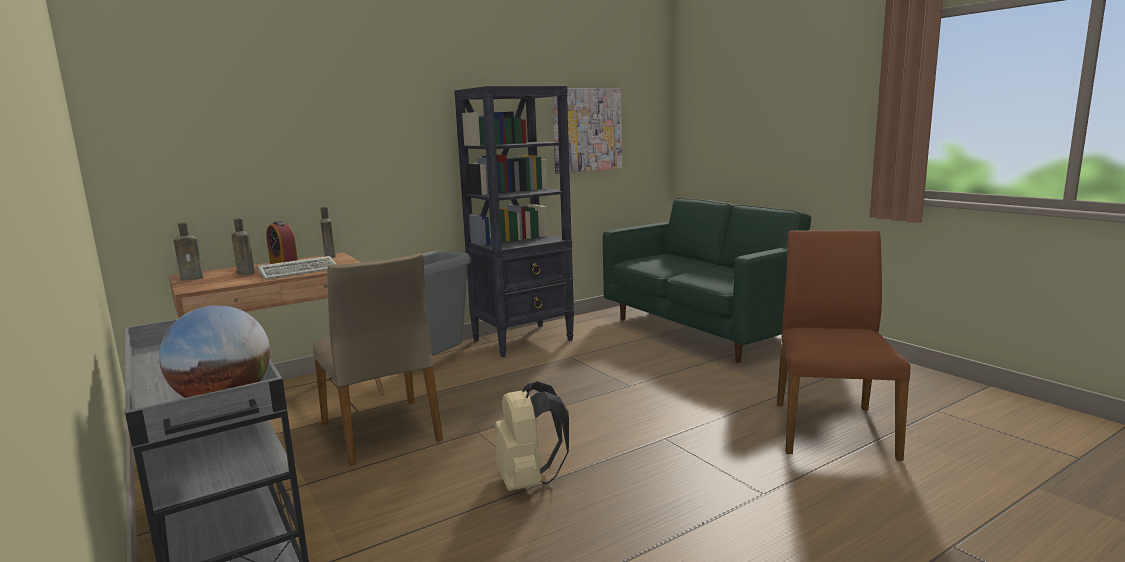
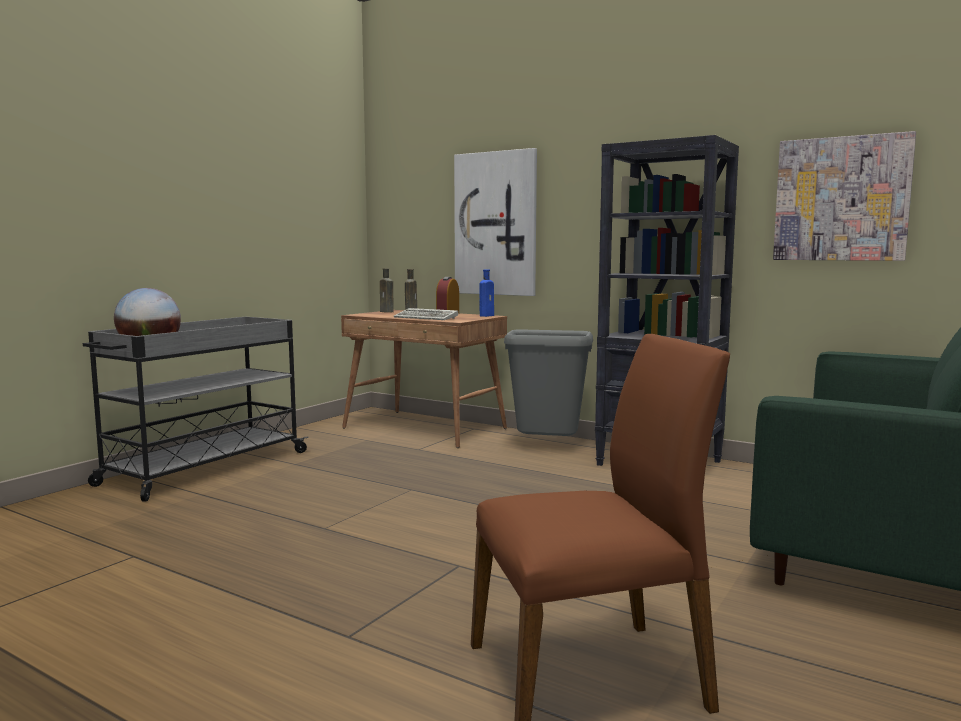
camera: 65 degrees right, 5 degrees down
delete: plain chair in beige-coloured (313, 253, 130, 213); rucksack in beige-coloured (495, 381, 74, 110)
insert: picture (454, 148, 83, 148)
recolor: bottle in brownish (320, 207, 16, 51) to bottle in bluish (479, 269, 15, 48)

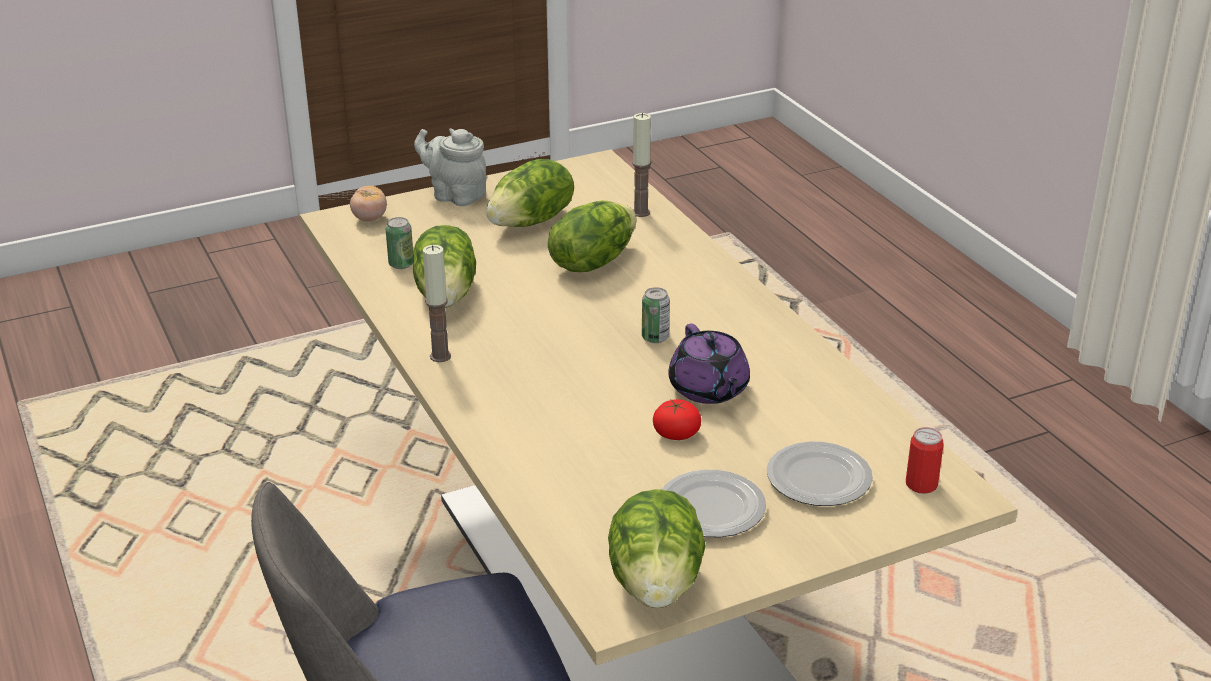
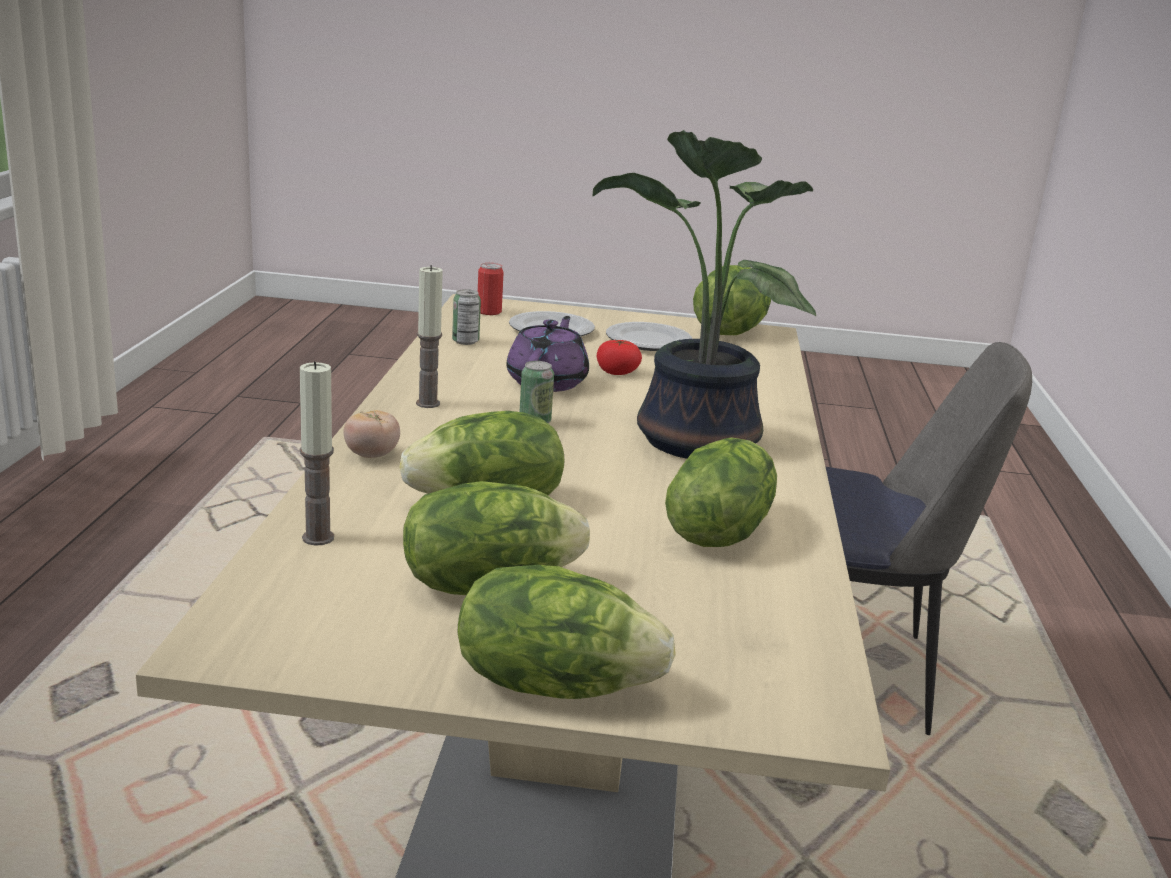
camera: 150 degrees left, 10 degrees down
insert: potted plant (592, 130, 224, 329)
move: fresh tomato (350, 186, 37, 36) to (343, 410, 57, 48); metal can (386, 217, 27, 52) to (452, 289, 29, 56); candle (423, 245, 28, 117) to (416, 265, 27, 143)
replace: teapot in grey (414, 129, 73, 77) to lettuce head (458, 565, 218, 134)

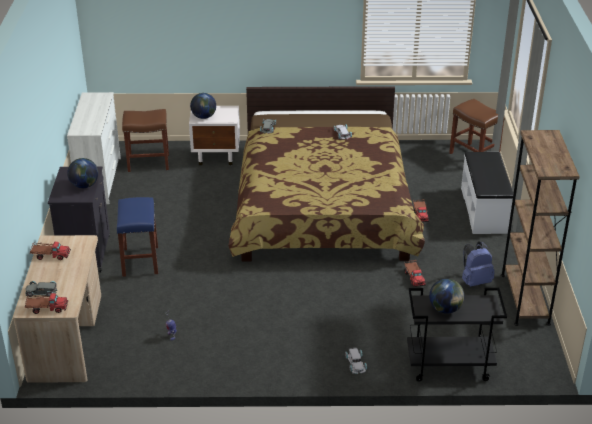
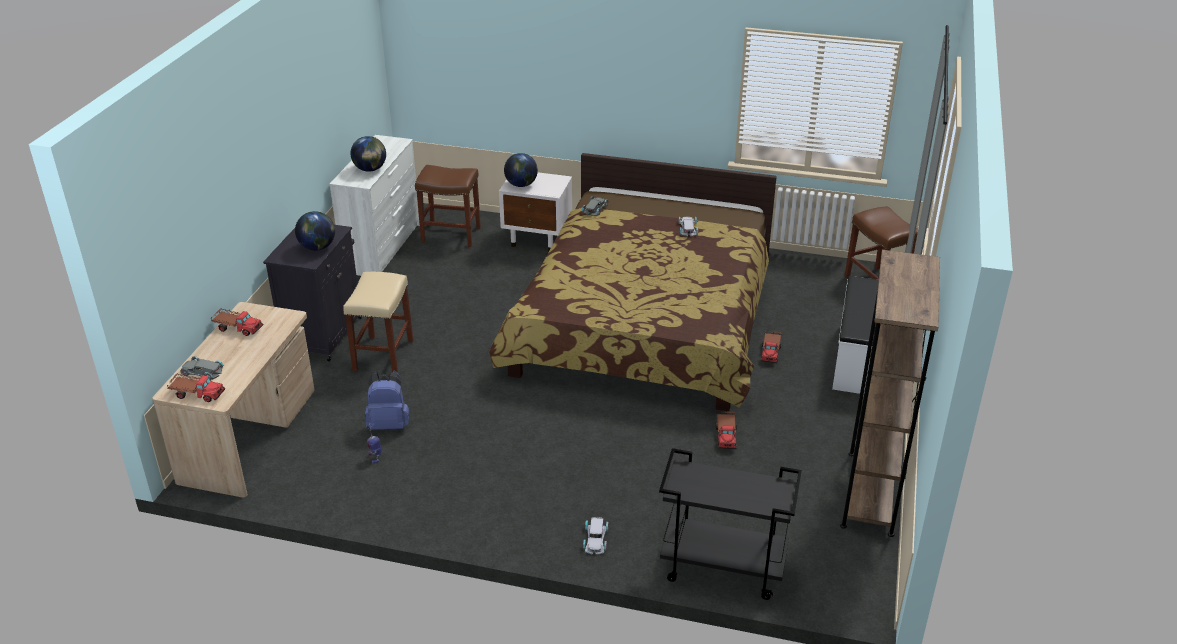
camera: 15 degrees right, 0 degrees up
move: globe (429, 279, 36, 35) to (351, 136, 35, 36); rucksack in bluish (462, 241, 33, 46) to (365, 371, 44, 59)
recolor: stool seat in bluish (117, 197, 41, 80) to stool seat in beige-coloured (343, 272, 71, 100)

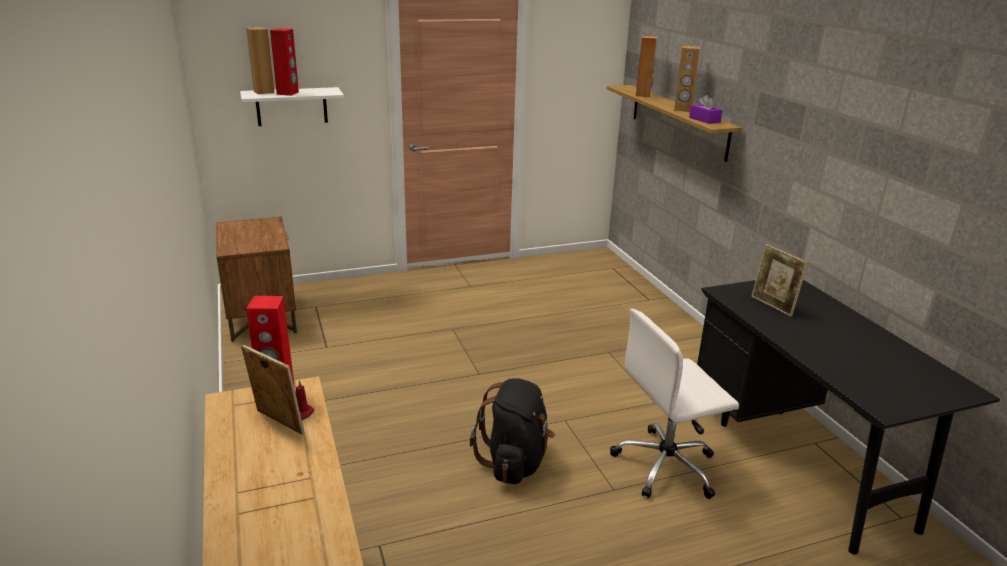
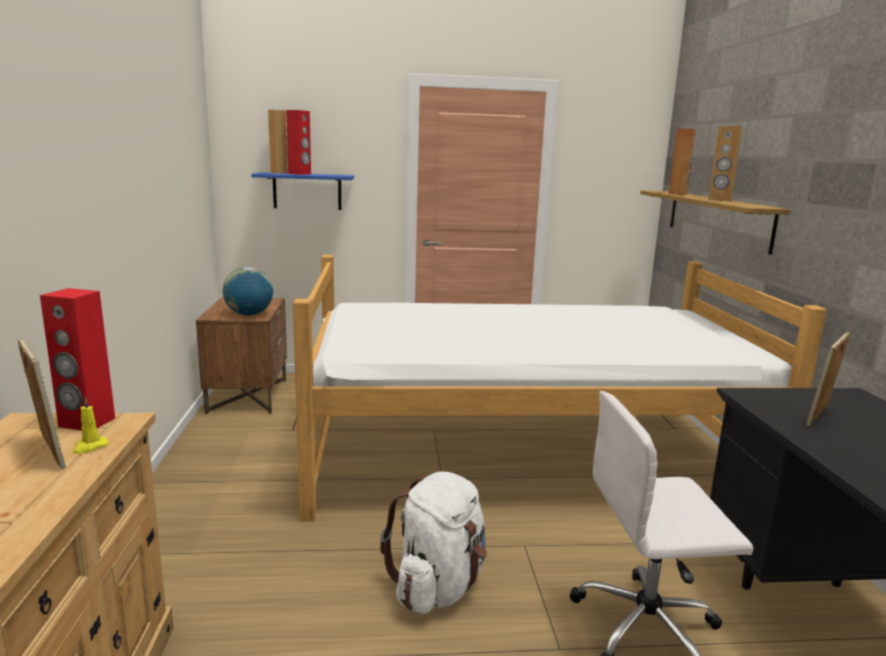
camera: 15 degrees right, 10 degrees down
delete: tissue holder in purple-coloured (689, 95, 33, 29)
insert: globe (223, 267, 50, 48); sleeping bed (293, 255, 534, 266)
recolor: wall shelf in white (240, 87, 104, 39) to wall shelf in bluish (251, 172, 103, 38); candle in red (296, 380, 18, 41) to candle in yellowish (73, 397, 35, 57); rucksack in blackish (470, 378, 85, 106) to rucksack in white (380, 471, 107, 143)
rotate: photo frame (751, 244, 57, 73) = (806, 332, 44, 94) 60 degrees clockwise

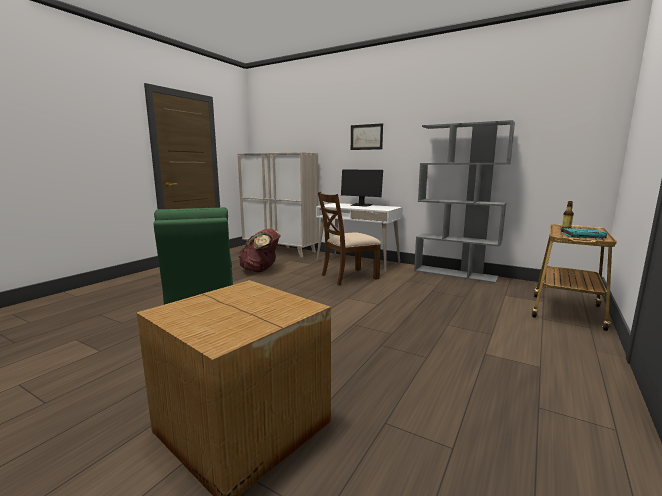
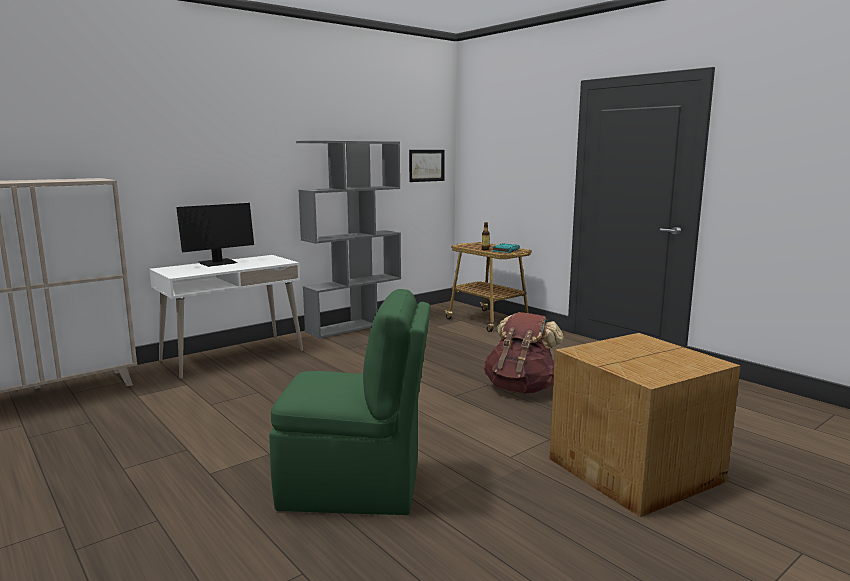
camera: 70 degrees left, 0 degrees up
delete: plain chair in brownish (318, 192, 63, 93)
move: rucksack in brownish (238, 228, 43, 44) to (484, 312, 80, 82); picture (351, 123, 32, 27) to (409, 150, 36, 32)

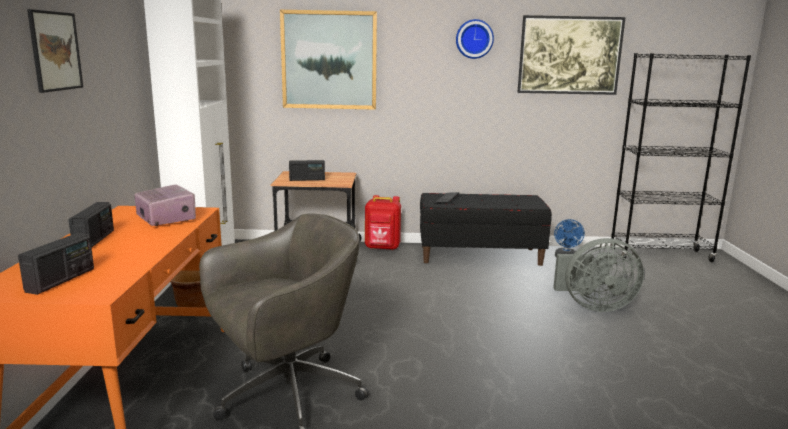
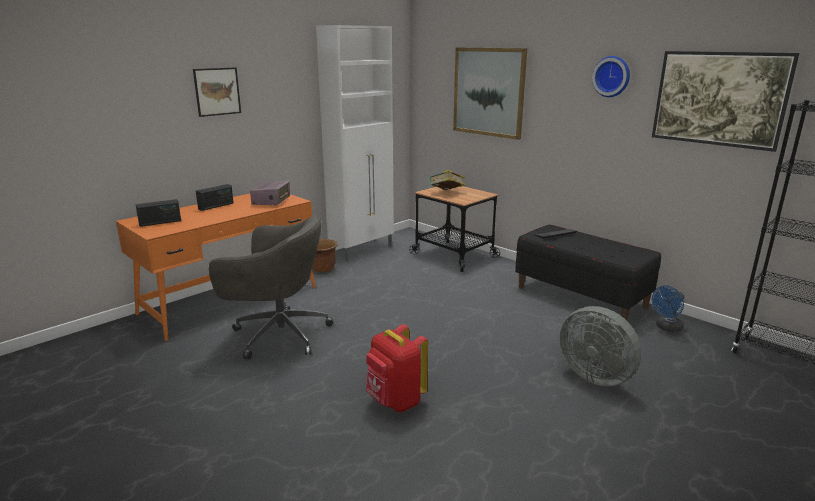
camera: 45 degrees right, 5 degrees up
move: rucksack in red (365, 195, 36, 55) to (366, 324, 62, 88)
replace: radio set (289, 160, 36, 21) to bound book (429, 170, 37, 20)

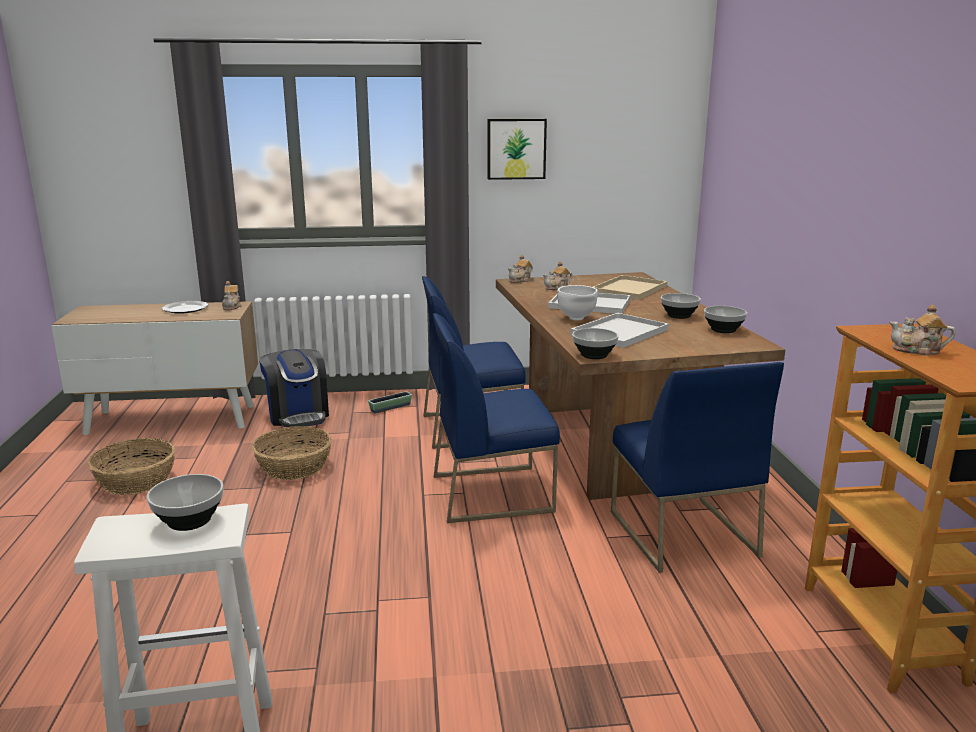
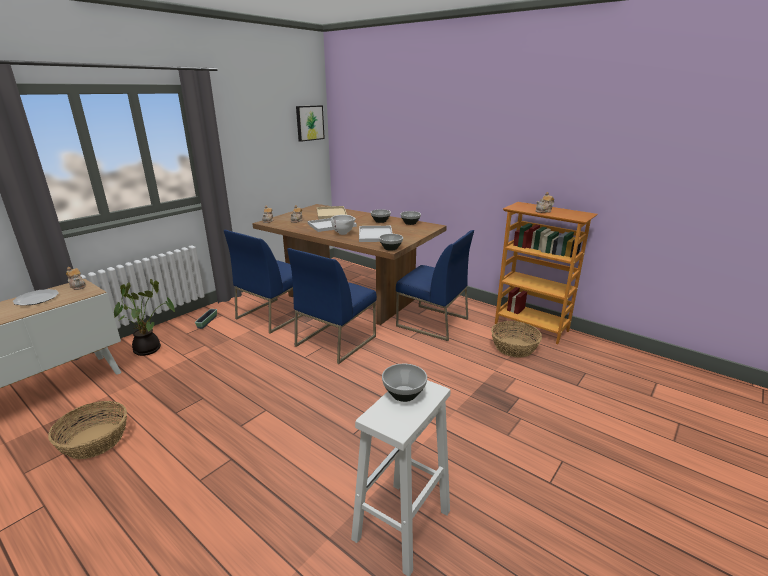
camera: 45 degrees left, 5 degrees up
move: basket (252, 426, 80, 54) to (491, 321, 51, 37); picture (488, 119, 59, 61) to (296, 105, 29, 37)
replace: coffee maker (259, 349, 70, 80) to potted plant (114, 279, 61, 77)

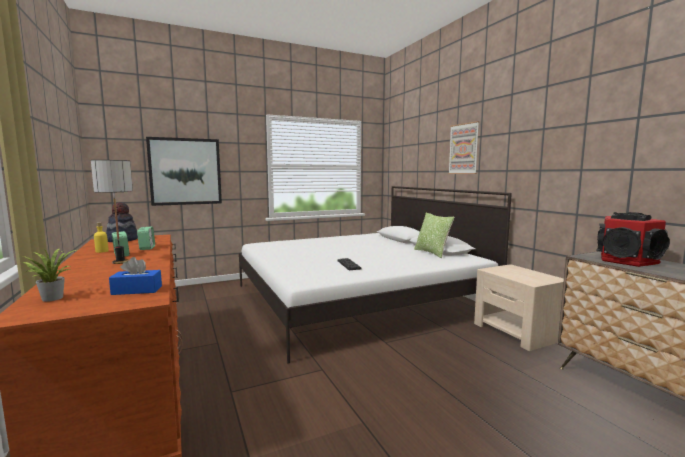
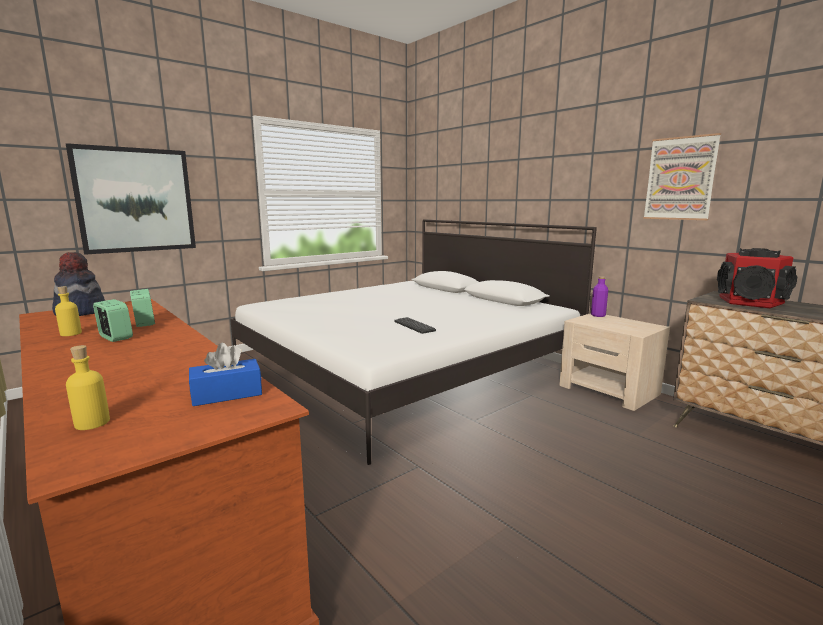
camera: 15 degrees left, 5 degrees up
delete: lamp for a table (91, 160, 42, 104); cushion (414, 213, 40, 45)
insert: bottle in purple-coloured (591, 276, 17, 41)
move: picture (448, 121, 32, 53) to (643, 133, 78, 87)
replace: potted plant (23, 248, 53, 54) to bottle in yellowish (66, 345, 44, 85)

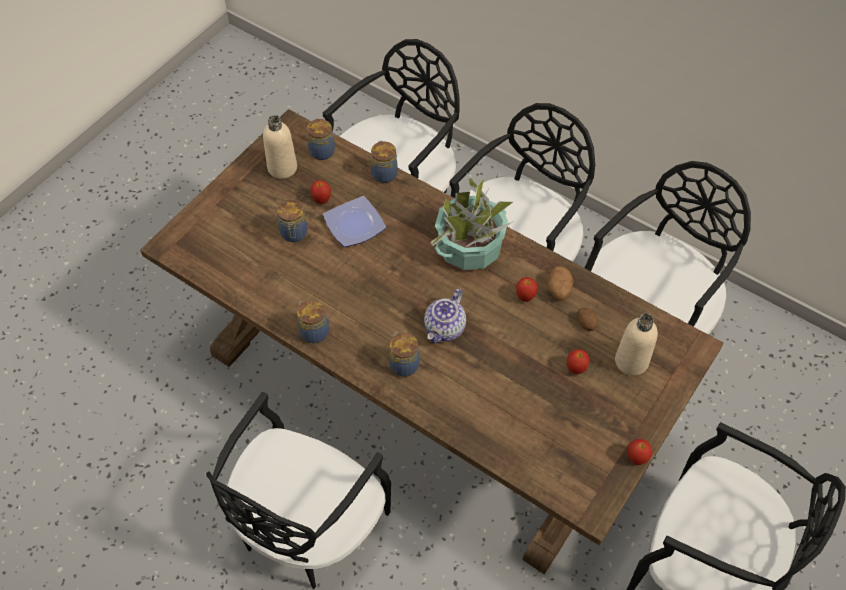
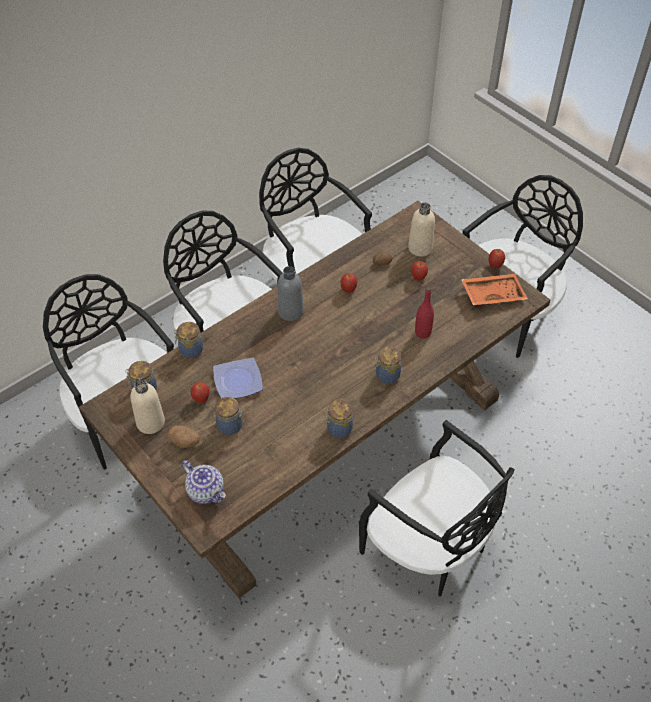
camera: 75 degrees left, 5 degrees down
insert: bottle in red (415, 287, 19, 52); tray in orangey (461, 274, 67, 31)
move: teapot (424, 289, 42, 54) to (181, 460, 45, 44); whole potato (547, 266, 26, 34) to (168, 425, 32, 23)
replace: potted plant (431, 174, 83, 96) to bottle in grey (278, 266, 26, 55)

